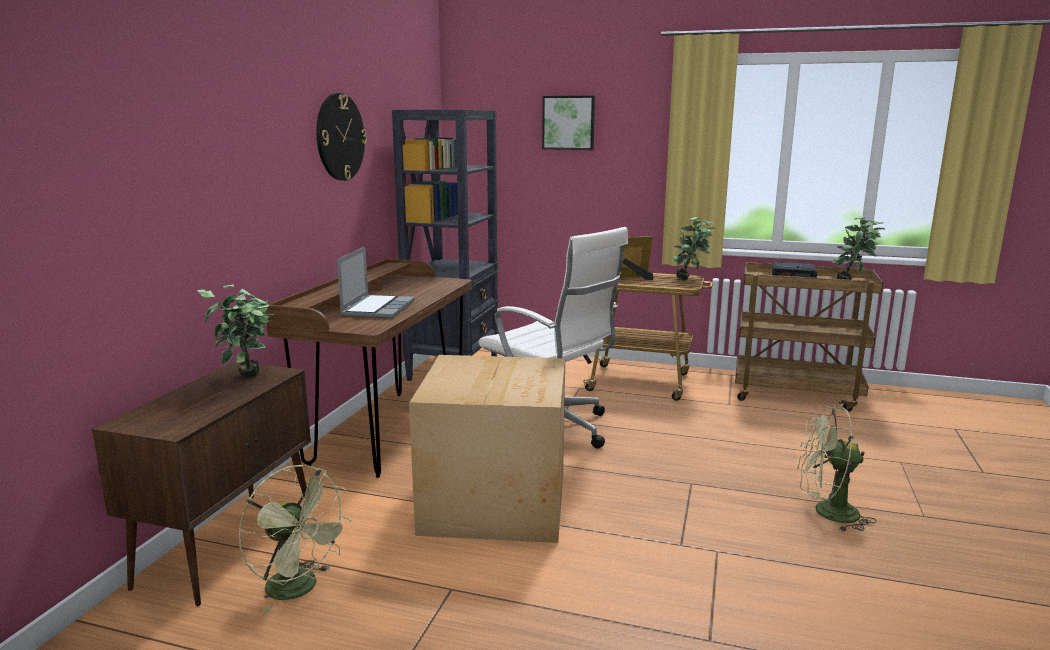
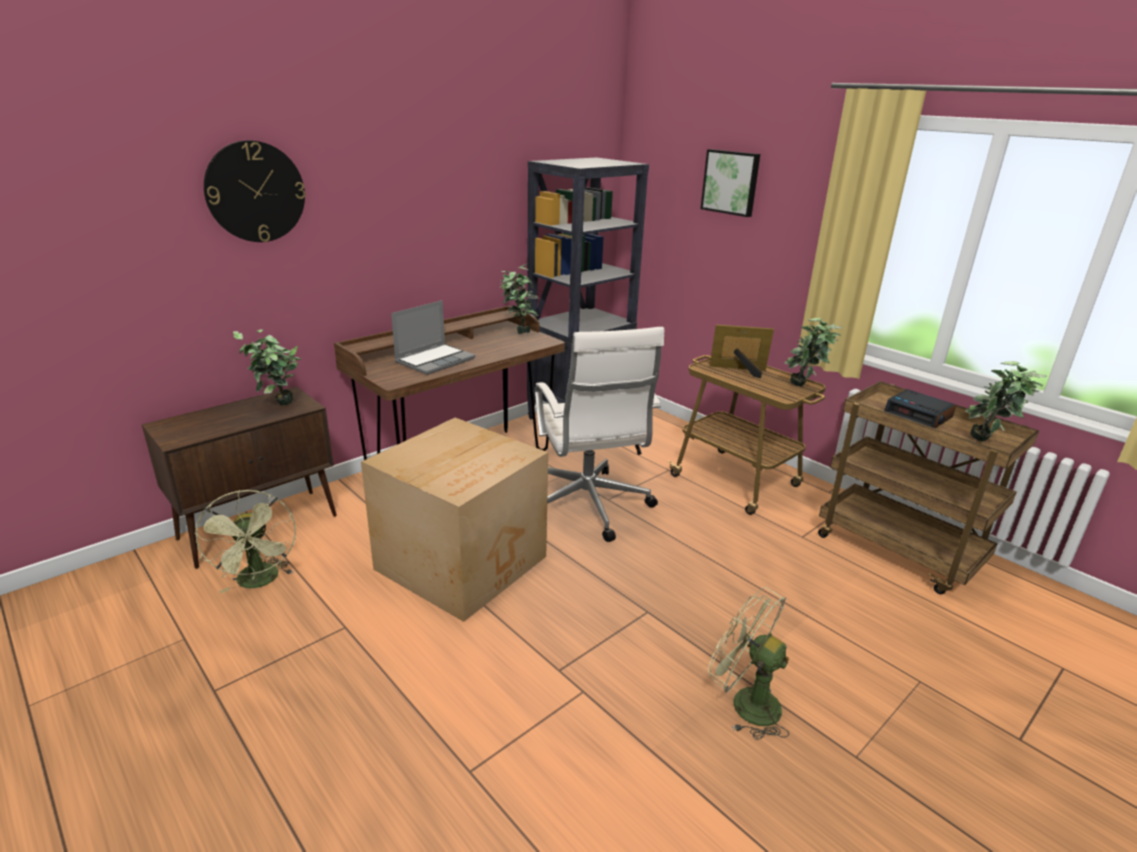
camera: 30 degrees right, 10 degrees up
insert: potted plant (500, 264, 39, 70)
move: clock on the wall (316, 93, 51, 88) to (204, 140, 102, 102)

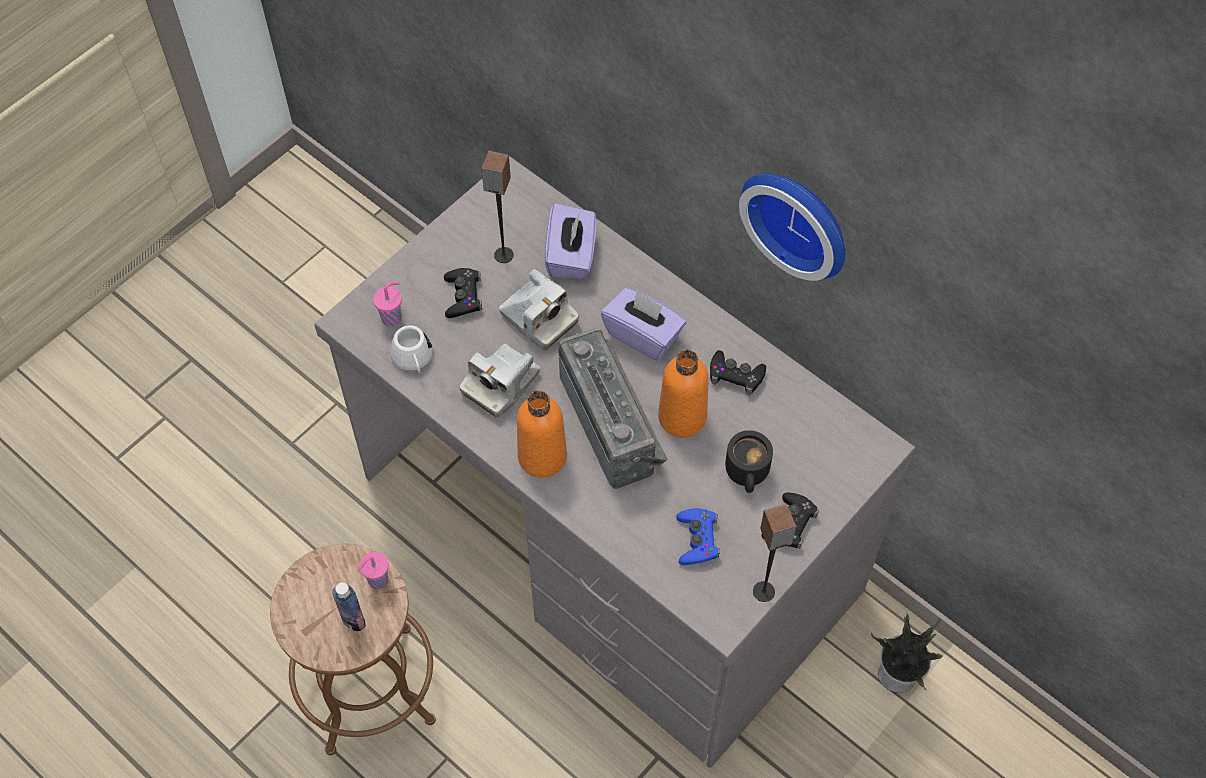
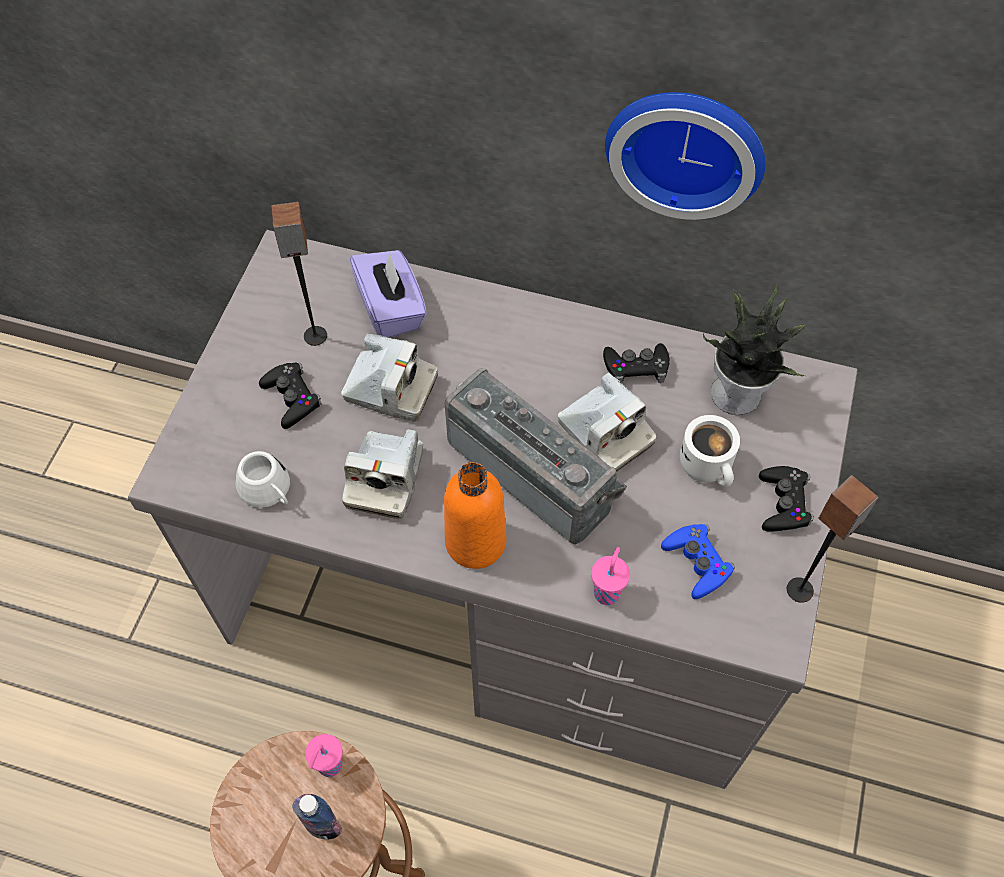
camera: 25 degrees left, 0 degrees up
delete: tissue holder in purple-coloured (601, 288, 85, 73)
move: drinking cup in pink (373, 282, 29, 45) to (591, 547, 39, 58); potted plant (871, 611, 72, 82) to (703, 283, 102, 132)
replace: bottle in orangey (658, 350, 51, 87) to photo camera (558, 373, 98, 99)
recolor: tea mug in blackish (725, 430, 48, 63) to tea mug in white (680, 415, 60, 72)

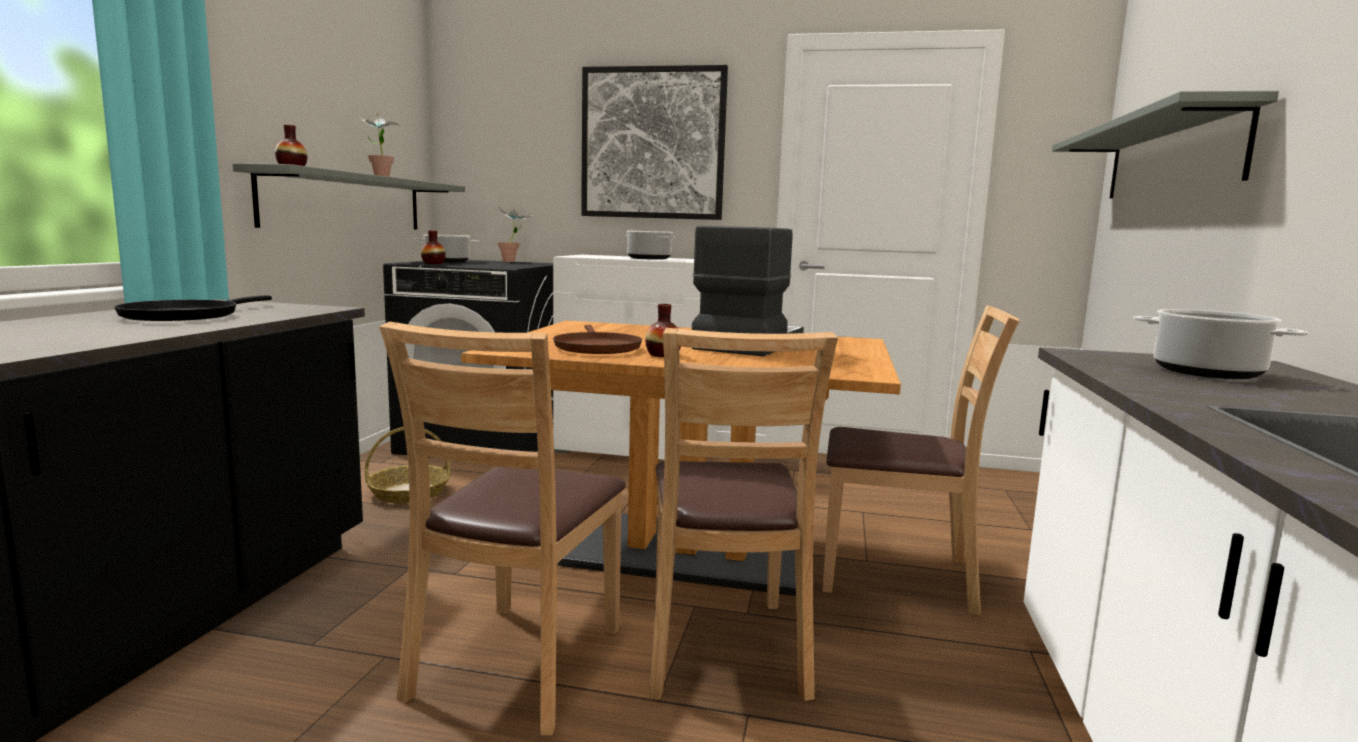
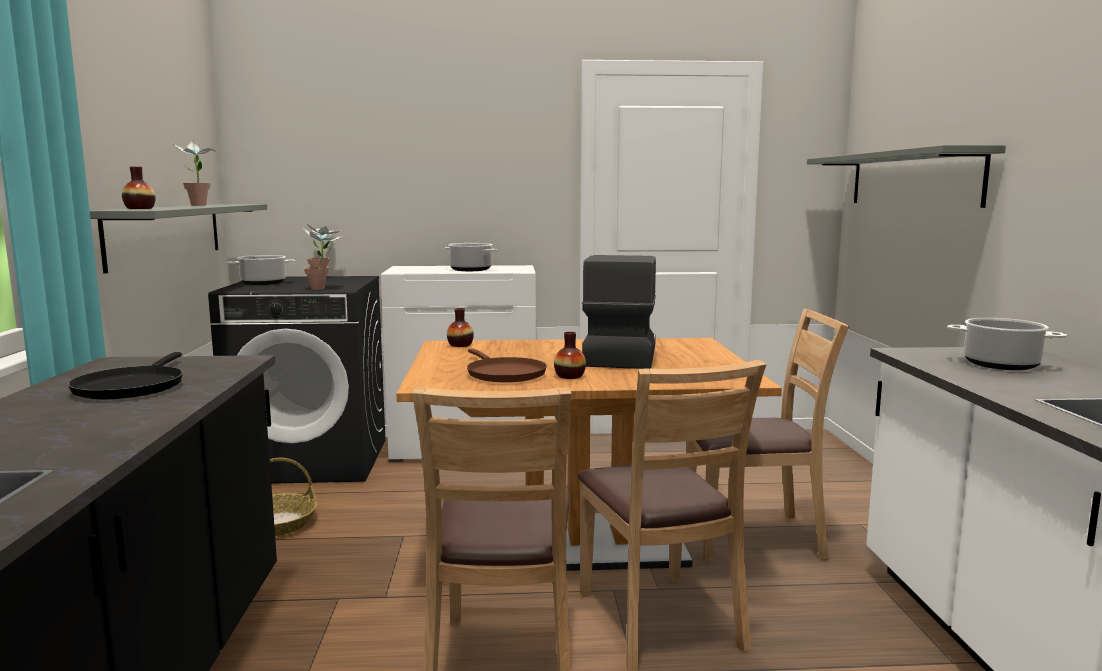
camera: 15 degrees left, 0 degrees up
delete: picture (581, 65, 147, 155)
insert: potted plant (303, 227, 39, 63)
move: decorative vase (421, 231, 25, 33) to (447, 308, 27, 39)

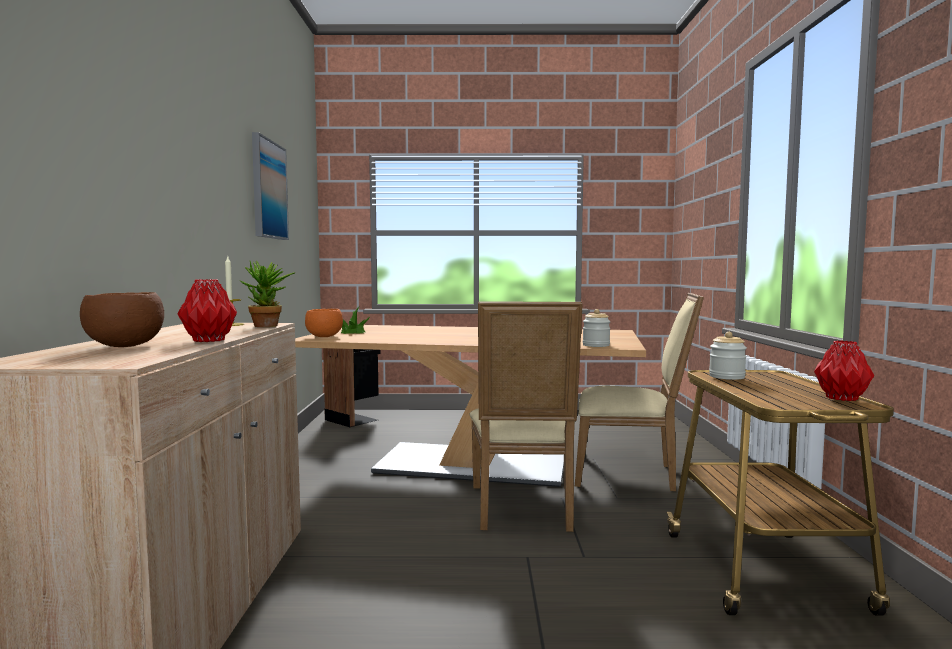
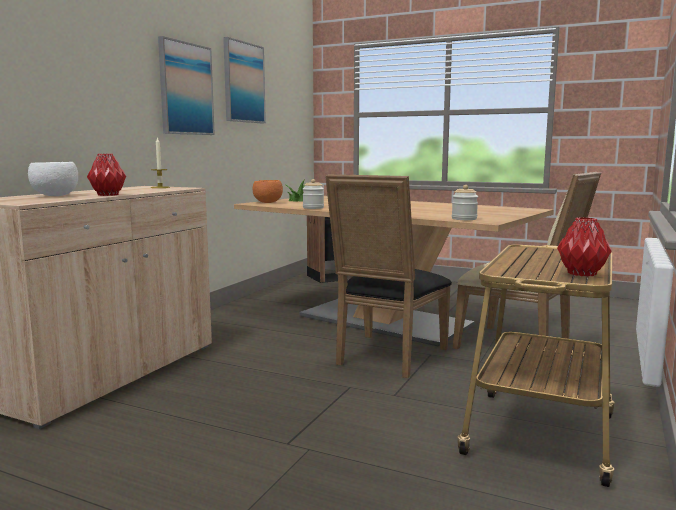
camera: 25 degrees right, 5 degrees up
delete: potted plant (239, 260, 56, 67)
insert: picture (158, 36, 57, 99)
move: preserve jar (709, 332, 38, 48) to (303, 179, 21, 30)
recolor: bowl in brownish (80, 292, 84, 55) to bowl in white (28, 162, 50, 34); plain chair in beige-coloured (470, 302, 113, 230) to plain chair in blackish (325, 174, 127, 204)

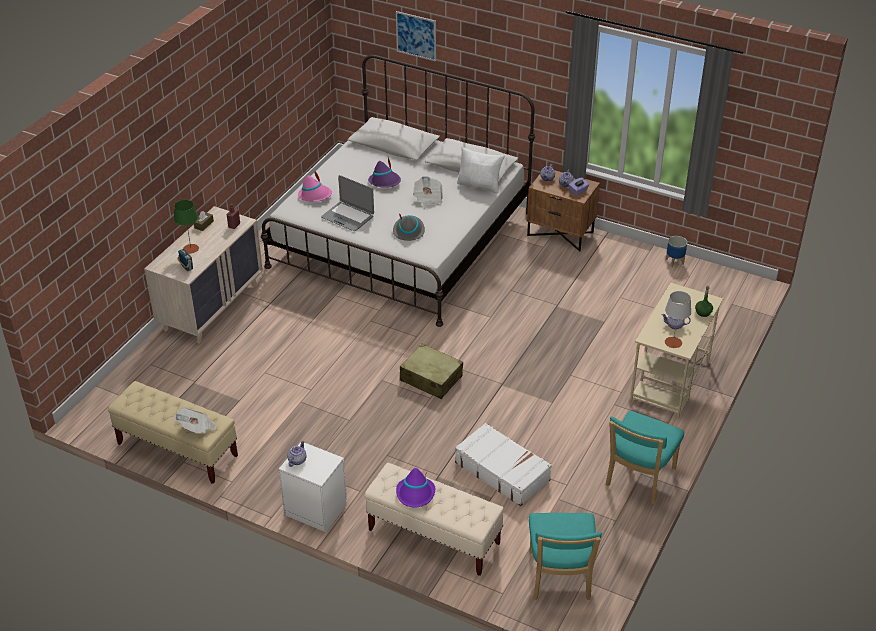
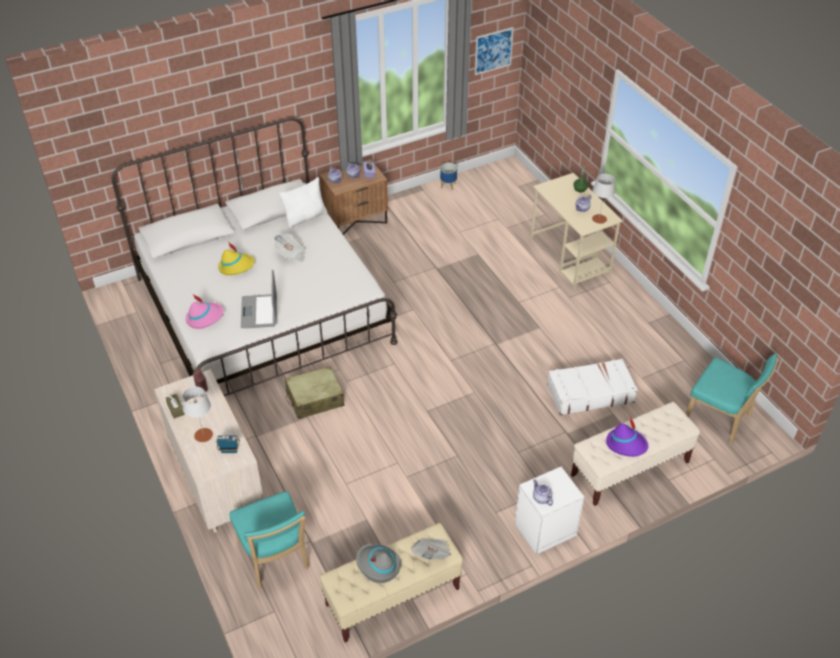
camera: 55 degrees left, 5 degrees up
move: hat in grey (393, 214, 32, 27) to (356, 544, 45, 39); picture (396, 11, 40, 50) to (475, 27, 39, 48); suitcase in beige-coloured (400, 344, 63, 55) to (285, 366, 60, 53); plain chair in blue-green (606, 411, 78, 93) to (229, 491, 80, 97)
recolor: lamp for a table in greenish (174, 200, 25, 54) to lamp for a table in grey (182, 386, 31, 56); hat in purple-coloured (368, 158, 33, 30) to hat in yellowish (218, 242, 37, 34)
rotate: laptop (321, 175, 53, 56) = (241, 270, 36, 58) 105 degrees clockwise

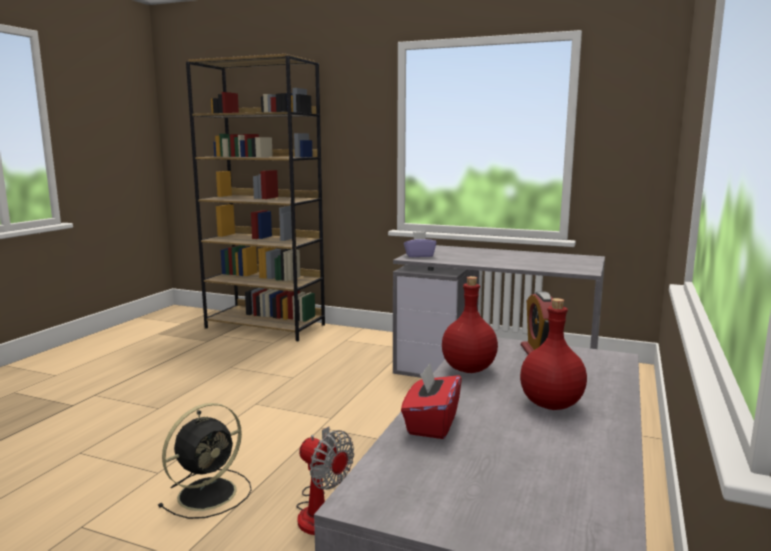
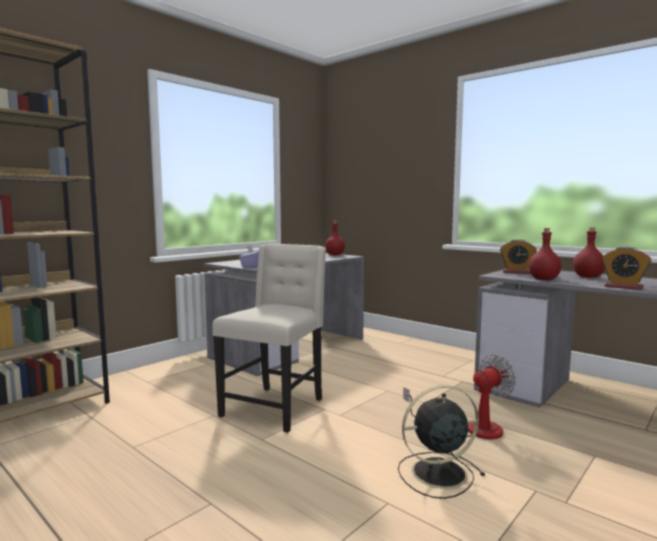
camera: 70 degrees left, 5 degrees down
insert: plain chair in beige-coloured (212, 244, 114, 189); bottle in red (325, 221, 20, 34)
replace: tissue holder in red (401, 363, 61, 76) to alarm clock (602, 247, 49, 43)
rotate: fan in blackish (158, 403, 94, 116) = (398, 385, 87, 114) 75 degrees counterclockwise

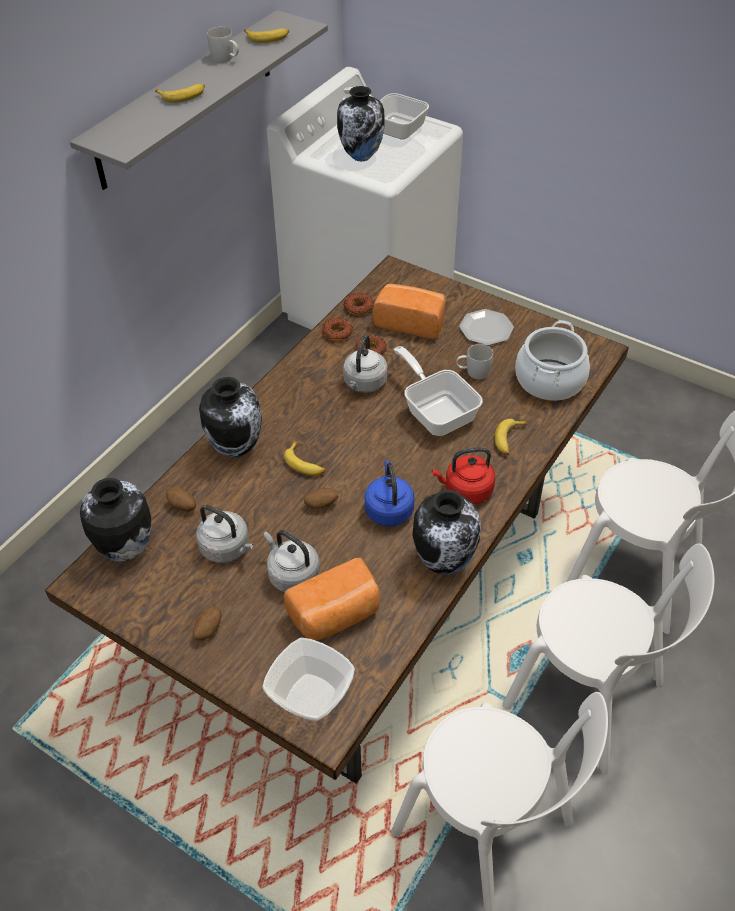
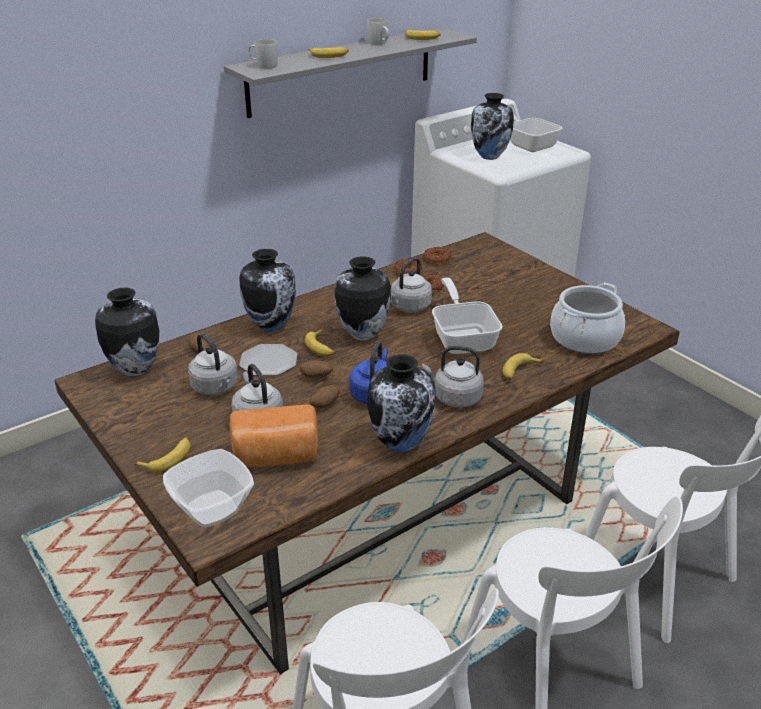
camera: 20 degrees right, 15 degrees down
delete: baked bread (373, 284, 73, 55)
insert: banana fruit (134, 437, 57, 35); decorative vase (335, 256, 56, 85)
move: whole potato (193, 606, 28, 35) to (310, 385, 30, 23); tea mug in white (456, 344, 37, 35) to (249, 39, 29, 30); flat dish (459, 309, 55, 36) to (239, 344, 58, 32)
recolor: water kettle in red (432, 447, 63, 58) to water kettle in grey (422, 346, 62, 62)

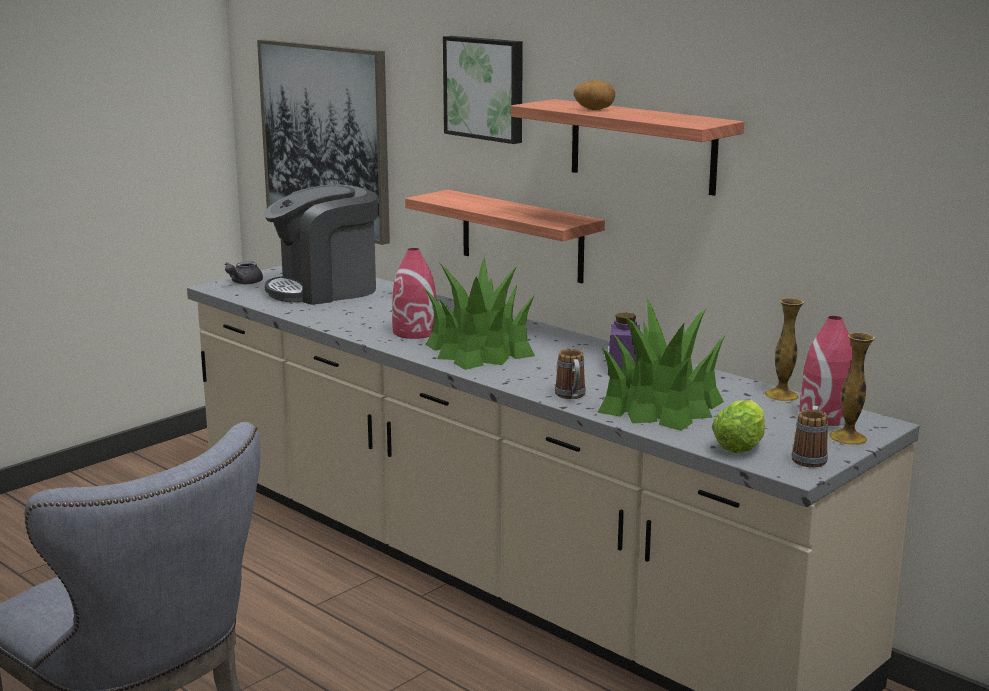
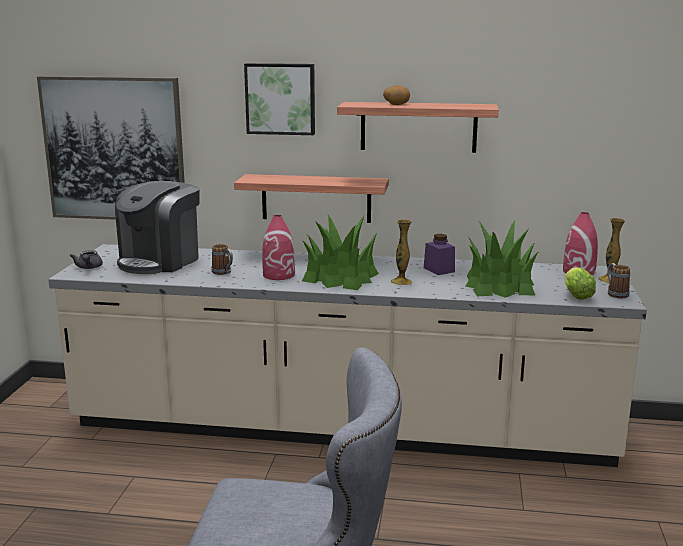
camera: 35 degrees left, 0 degrees up
move: tea mug (555, 349, 31, 50) to (211, 244, 22, 31); decorative vase (764, 298, 40, 103) to (391, 219, 21, 66)

